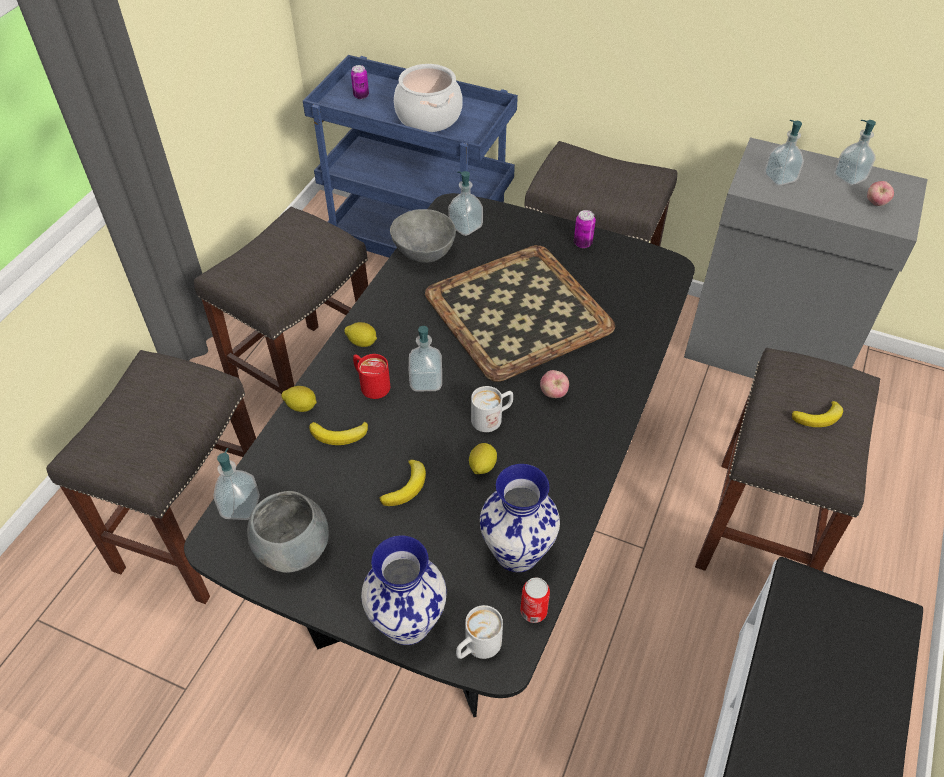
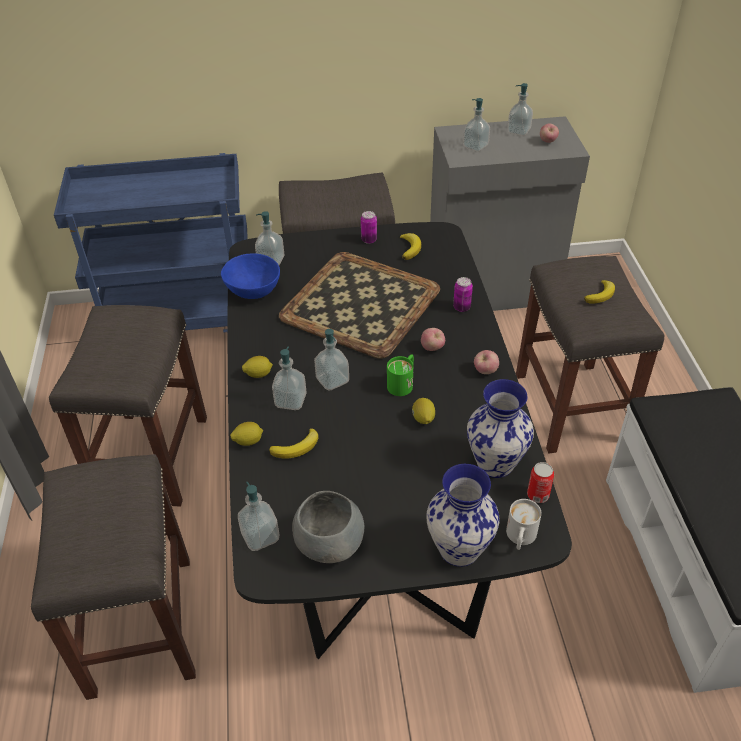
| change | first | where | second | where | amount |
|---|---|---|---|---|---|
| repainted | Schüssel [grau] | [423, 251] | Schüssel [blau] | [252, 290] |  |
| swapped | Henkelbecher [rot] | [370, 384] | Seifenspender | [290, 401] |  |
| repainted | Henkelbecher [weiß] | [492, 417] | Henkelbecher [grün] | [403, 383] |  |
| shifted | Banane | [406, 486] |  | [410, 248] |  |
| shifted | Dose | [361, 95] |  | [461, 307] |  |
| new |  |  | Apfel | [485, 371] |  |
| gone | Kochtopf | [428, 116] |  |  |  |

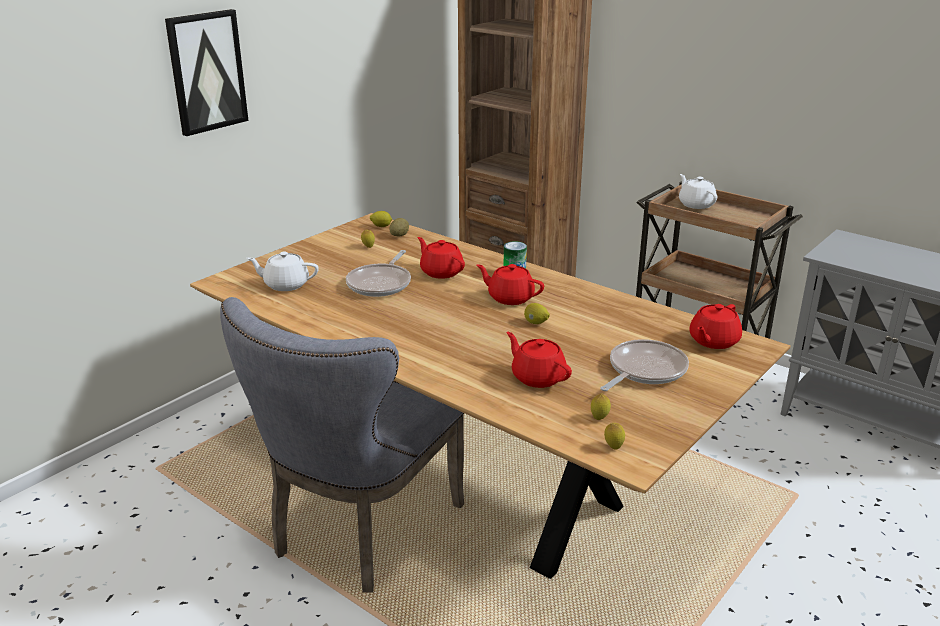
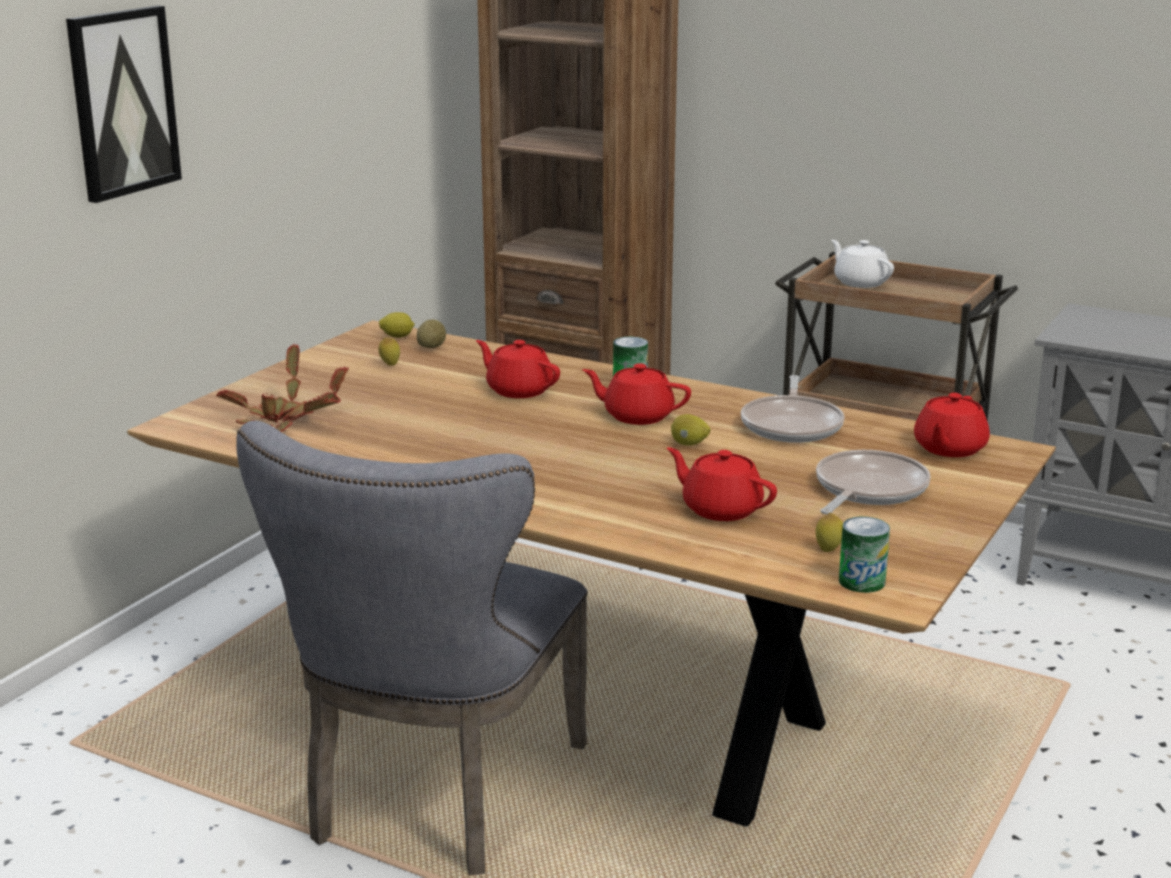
| change | first | where | second | where | amount |
|---|---|---|---|---|---|
| swapped | Teekanne [weiß] | [285, 284] | Topfpflanze | [284, 421] |  |
| shifted | Pfanne | [381, 283] |  | [792, 425] |  |
| swapped | Zitrone | [613, 447] | Dose | [862, 581] |  |

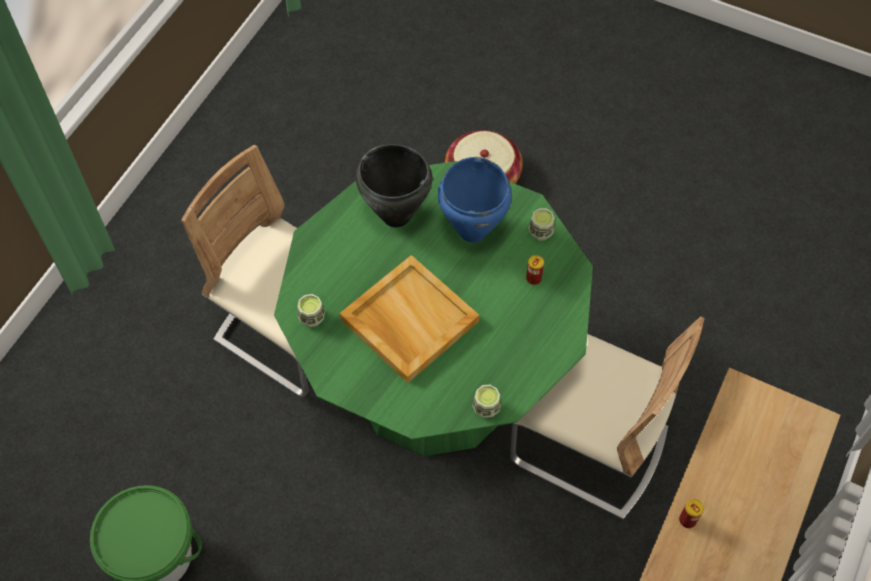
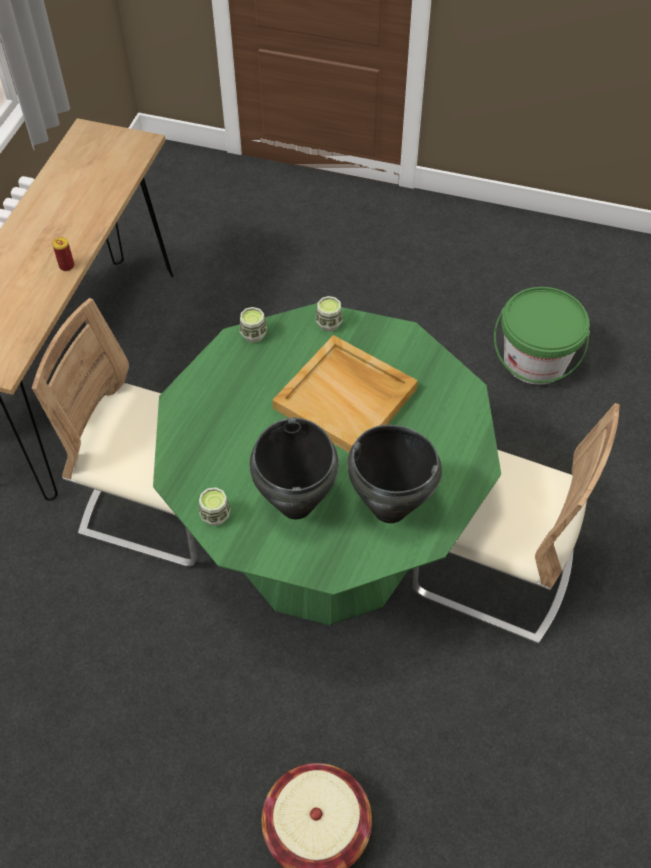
| change | first | where | second | where | amount |
|---|---|---|---|---|---|
| repainted | Kochtopf [blau] | [472, 231] | Kochtopf [schwarz] | [297, 504] |  |
| shifted | Tasse | [312, 318] |  | [329, 323] |  |
| gone | Dose | [533, 278] |  |  |  |

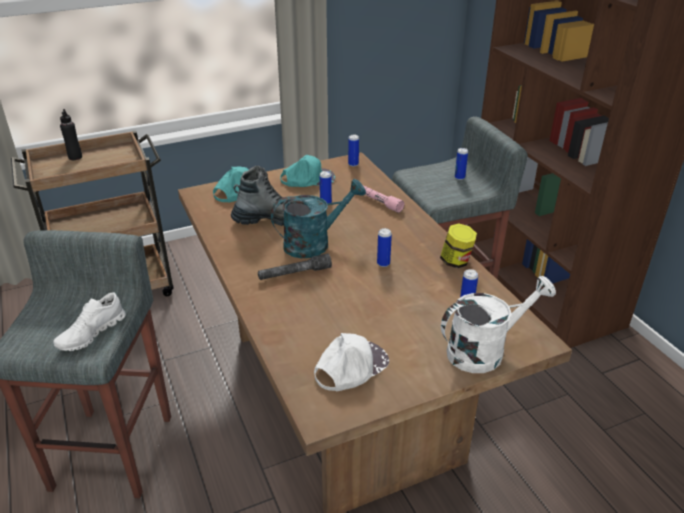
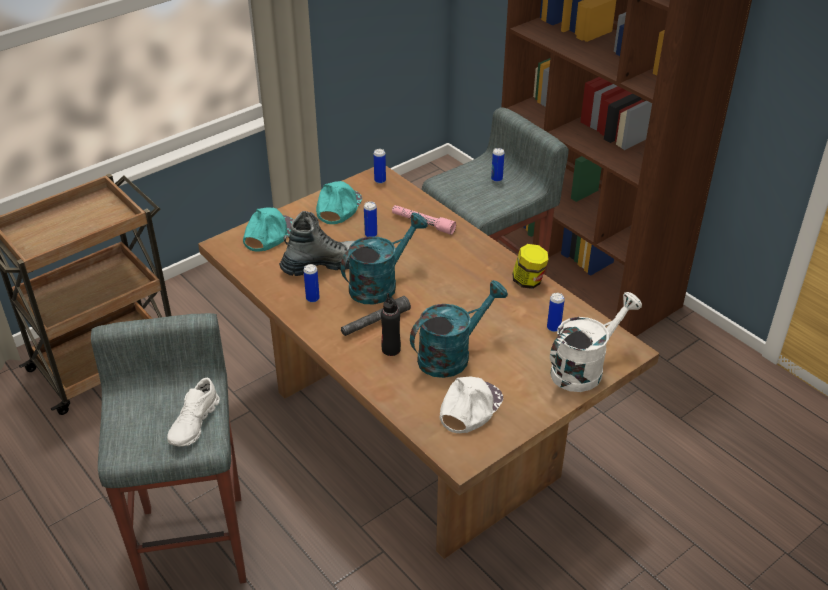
| change | first | where | second | where | amount |
|---|---|---|---|---|---|
| shifted | Dose | [383, 263] |  | [312, 298] |  |
| rotated | Kappe [türkis] | [307, 179] |  | [338, 207] | 45 degrees counterclockwise |
| shifted | Flasche [schwarz] | [75, 157] |  | [391, 349] |  |
| new |  |  | Gießkanne [türkis] | [451, 355] |  |

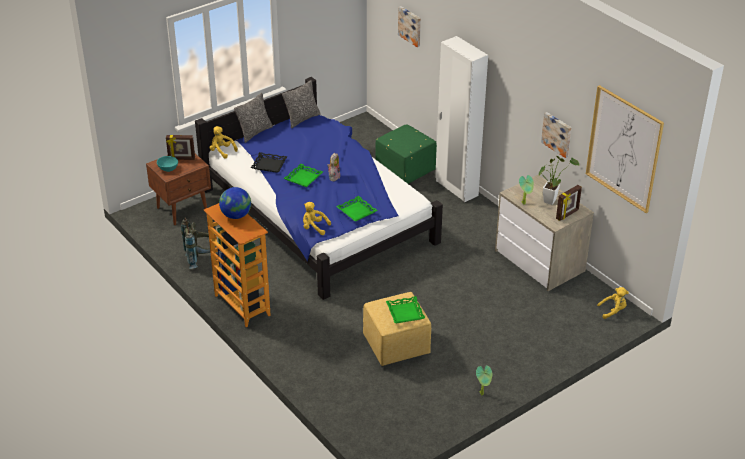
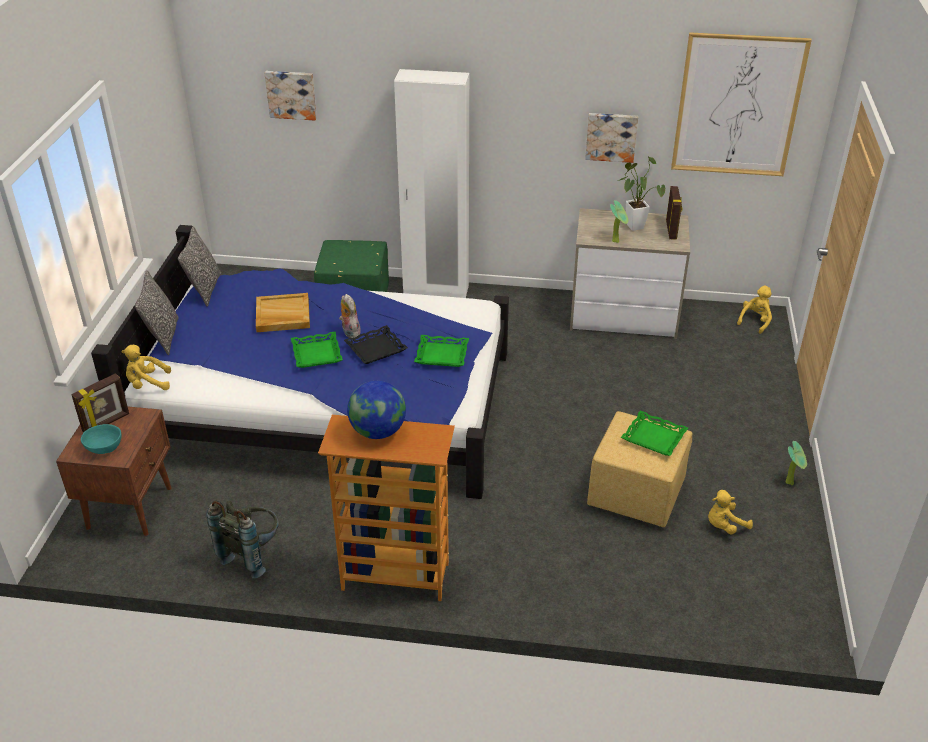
| change | first | where | second | where | amount |
|---|---|---|---|---|---|
| new |  |  | Tablett [beige] | [282, 315] |  |
| shifted | Tablett [schwarz] | [269, 165] |  | [375, 348] |  |
| shifted | Plüschtier [gelb] | [314, 228] |  | [724, 526] |  |

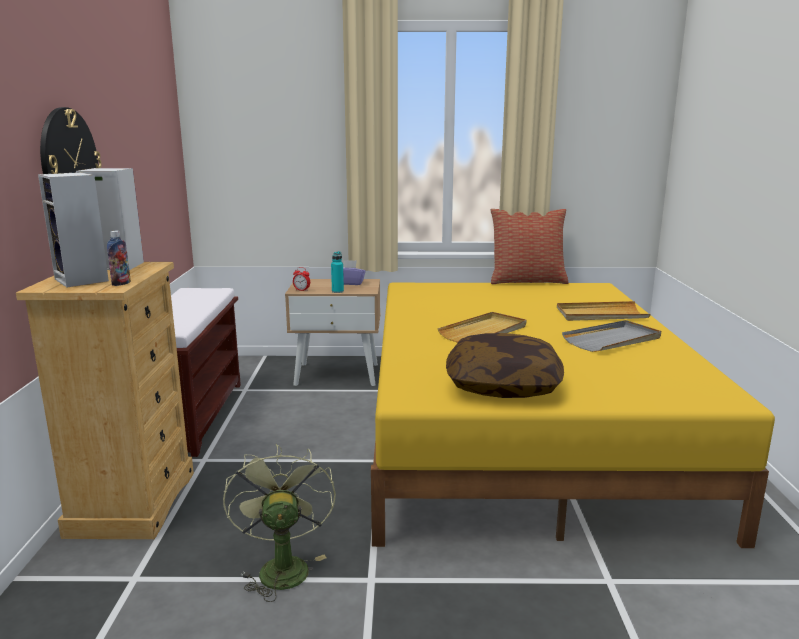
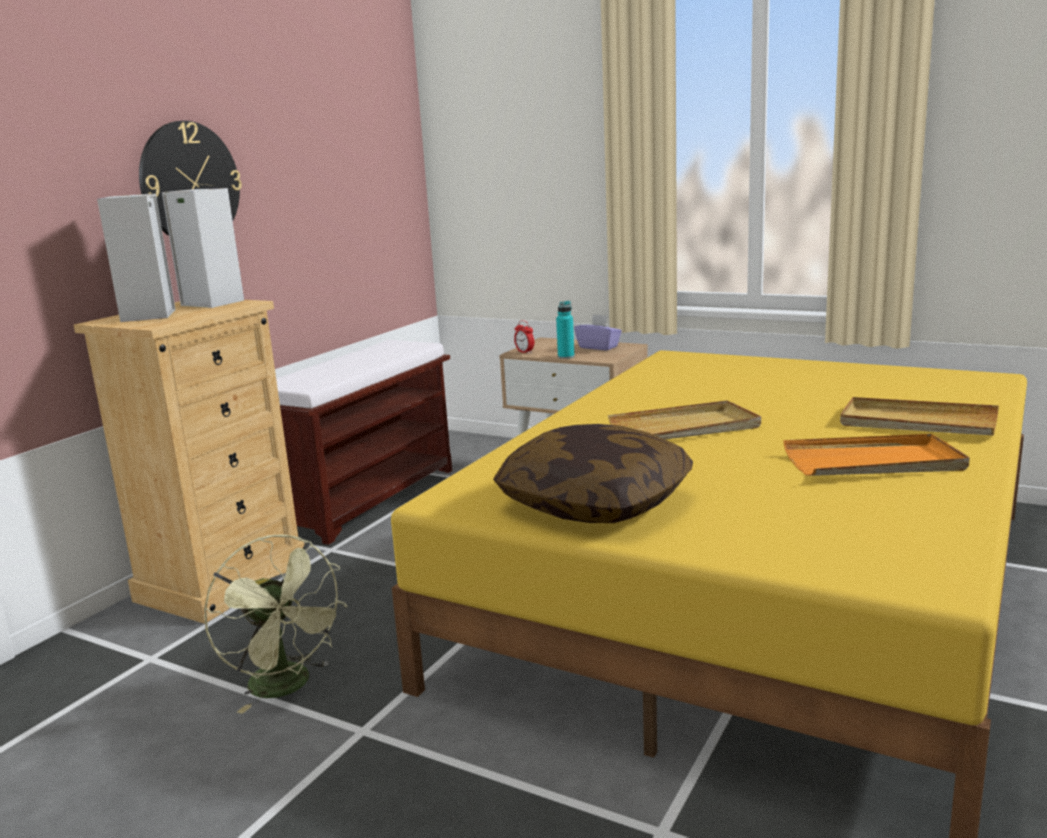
| change | first | where | second | where | amount |
|---|---|---|---|---|---|
| rotated | Ventilator [grün] | [281, 566] |  | [288, 687] | 120 degrees clockwise |
| repainted | Tablett [grau] | [612, 340] | Tablett [orange] | [874, 462] |  |
| gone | Flasche | [121, 283] |  |  |  |
| gone | Kissen | [527, 281] |  |  |  |

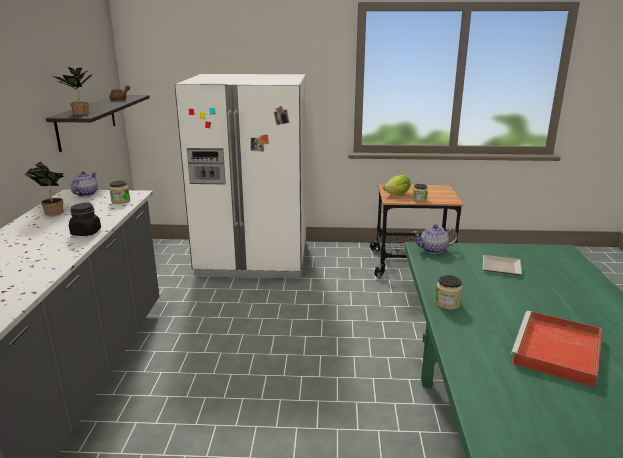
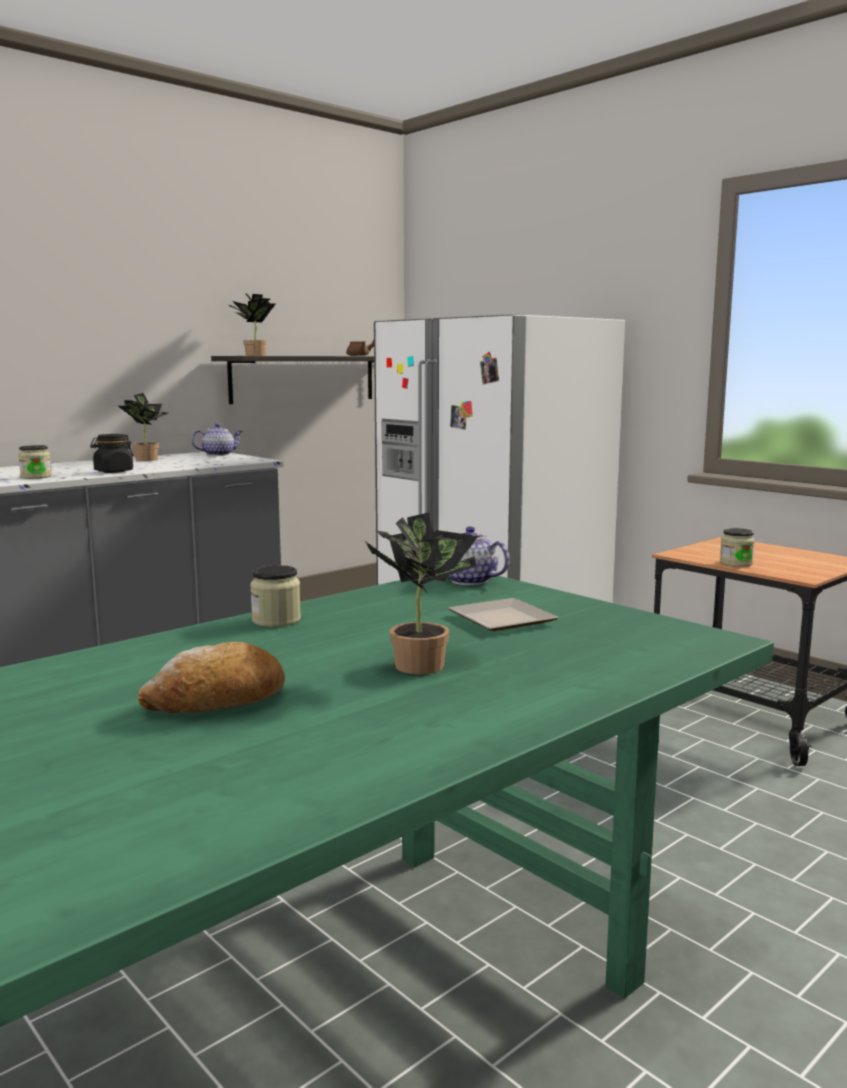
| change | first | where | second | where | amount |
|---|---|---|---|---|---|
| shifted | Vorratsglas | [120, 201] |  | [36, 477] |  |
| swapped | Tablett [rot] | [557, 352] | Brot | [217, 702] |  |
| new |  |  | Topfpflanze | [421, 663] |  |
| gone | Salatkopf | [397, 194] |  |  |  |

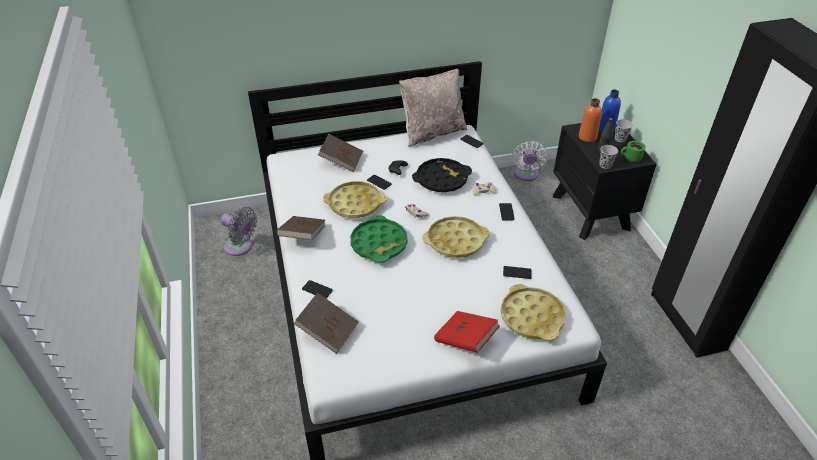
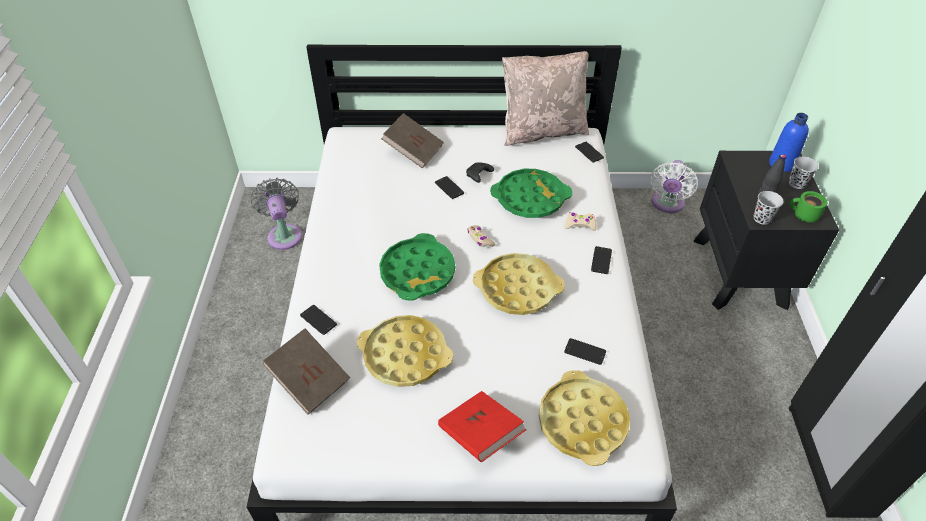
| change | first | where | second | where | amount |
|---|---|---|---|---|---|
| rotated | Ventilator [grau] | [241, 247] |  | [284, 234] | 150 degrees counterclockwise |
| shifted | Tablett [gelb] | [355, 204] |  | [405, 355] |  |
| repainted | Tablett [schwarz] | [441, 179] | Tablett [grün] | [530, 198] |  |
| gone | Buch [braun] | [302, 236] |  |  |  |
| gone | Flasche [orange] | [587, 137] |  |  |  |

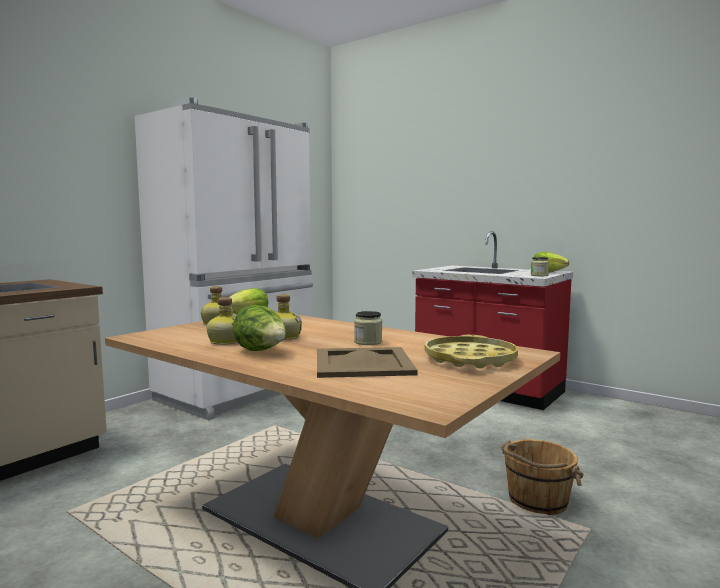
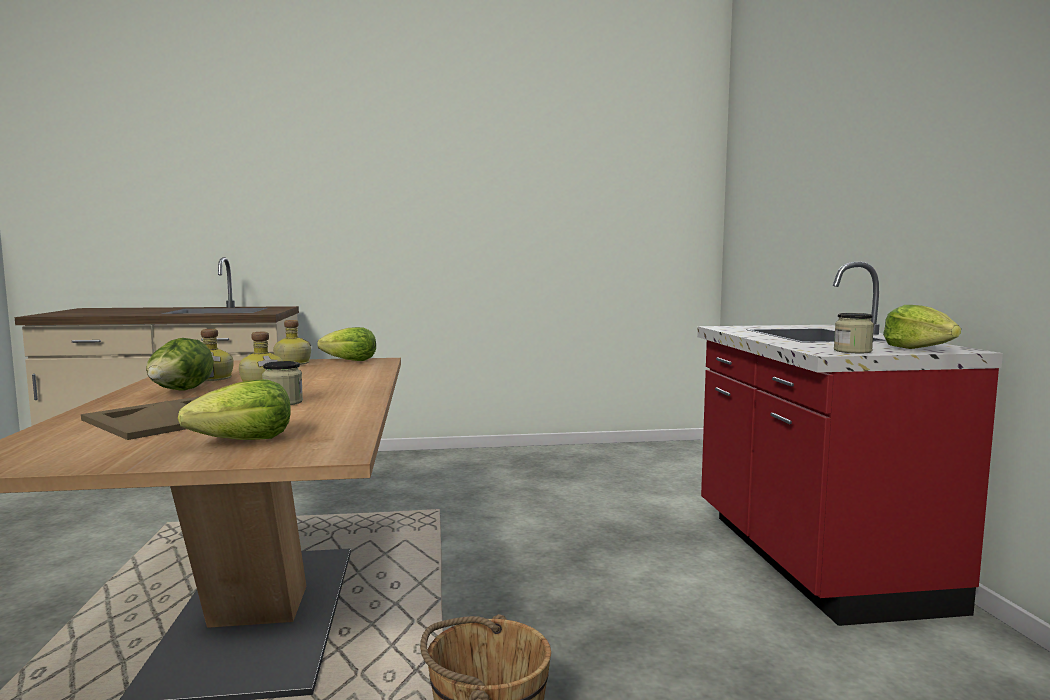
| change | first | where | second | where | amount |
|---|---|---|---|---|---|
| swapped | Tablett [gelb] | [470, 359] | Salatkopf | [244, 441] |  |
| gone | Kühlschrank [weiß] | [239, 392] |  |  |  |

